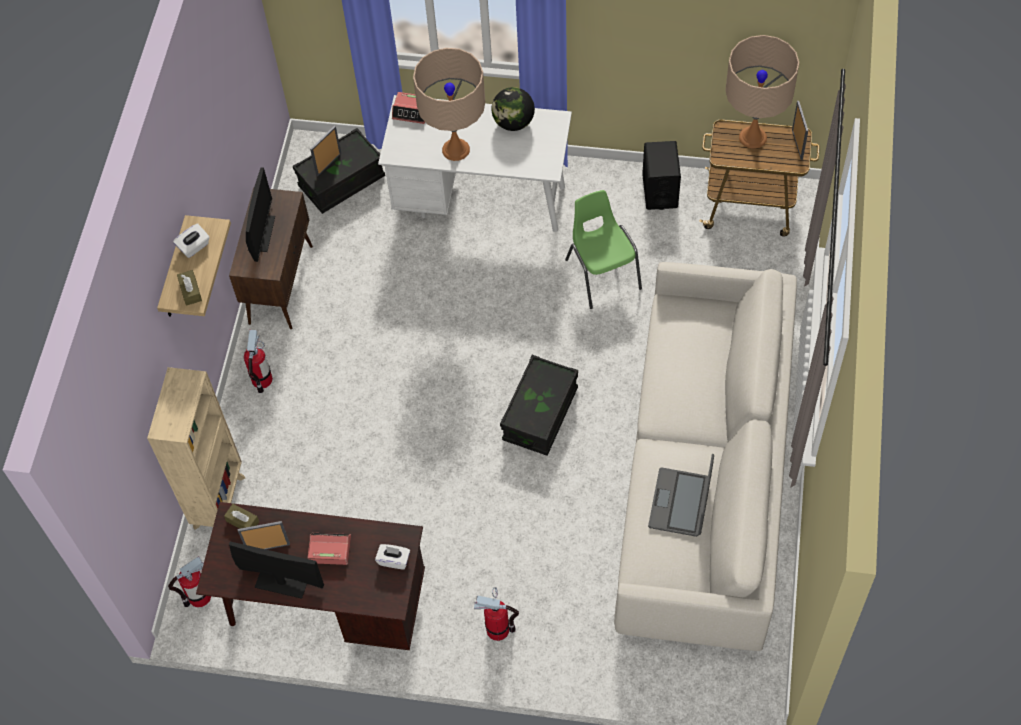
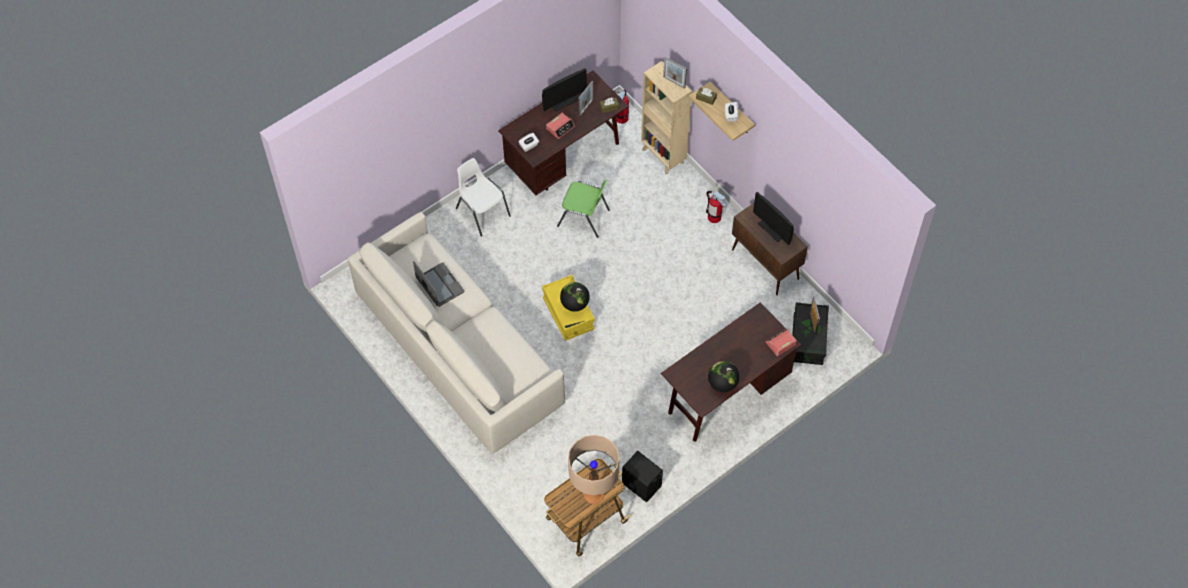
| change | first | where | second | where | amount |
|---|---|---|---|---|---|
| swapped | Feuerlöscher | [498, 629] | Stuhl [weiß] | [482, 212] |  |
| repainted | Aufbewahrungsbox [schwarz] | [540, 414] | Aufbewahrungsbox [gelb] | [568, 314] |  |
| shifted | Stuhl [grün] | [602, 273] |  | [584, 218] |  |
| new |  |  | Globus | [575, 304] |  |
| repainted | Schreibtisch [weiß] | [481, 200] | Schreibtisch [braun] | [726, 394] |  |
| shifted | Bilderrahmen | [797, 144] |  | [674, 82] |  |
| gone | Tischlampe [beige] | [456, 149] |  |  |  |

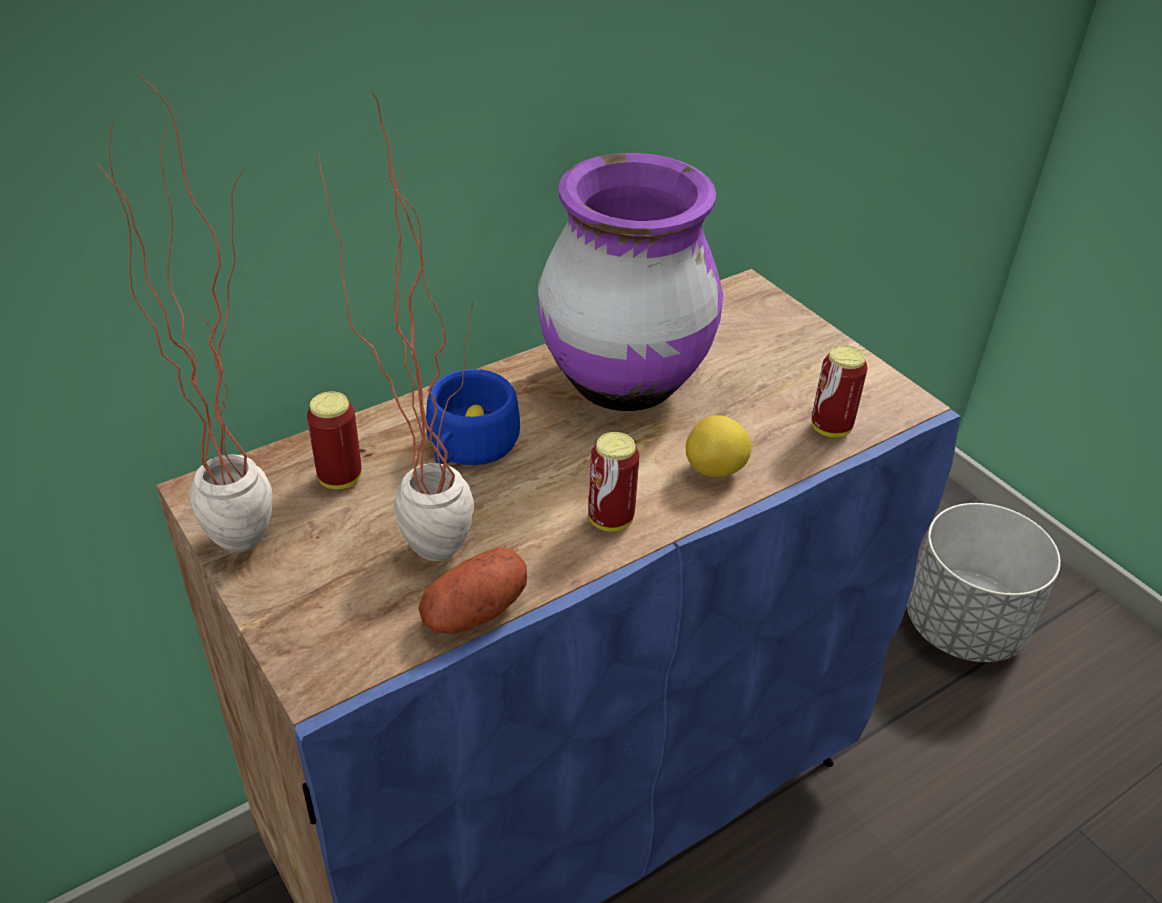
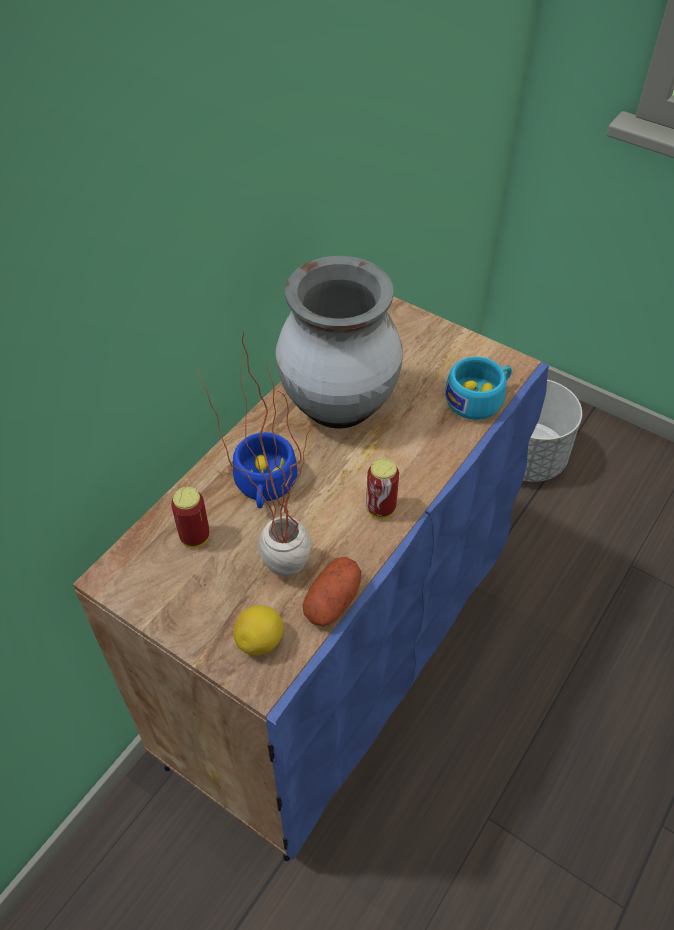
| change | first | where | second | where | amount |
|---|---|---|---|---|---|
| shifted | Zitrone | [715, 470] |  | [260, 641] |  |
| repainted | Vase [lila] | [623, 383] | Vase [grau] | [338, 405] |  |
| swapped | Dose | [831, 428] | Tasse [türkis] | [479, 398] |  |
| gone | Topfpflanze | [253, 525] |  |  |  |

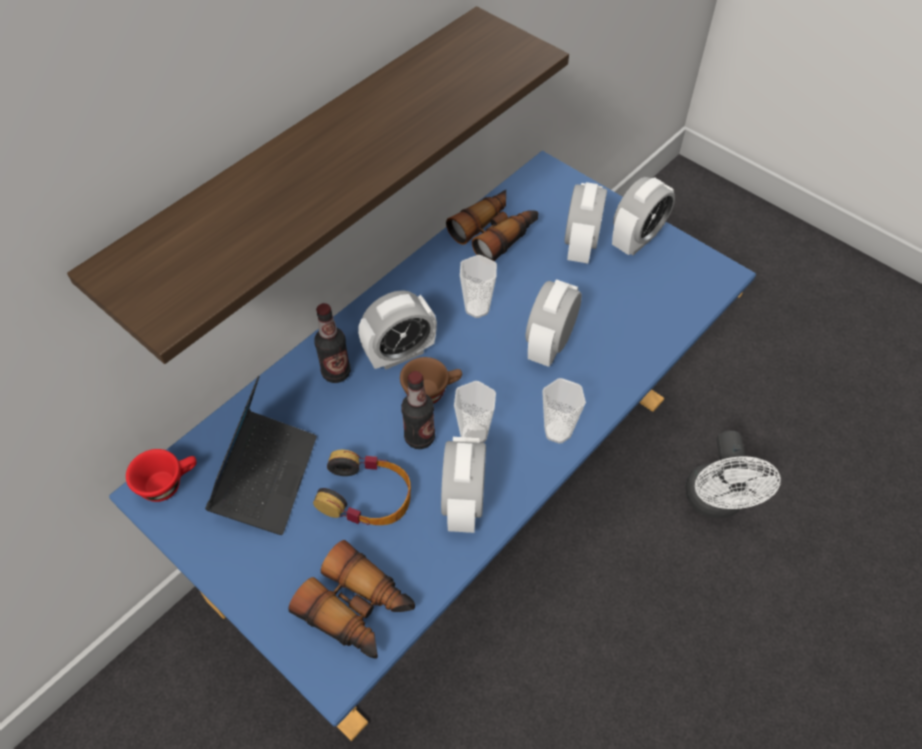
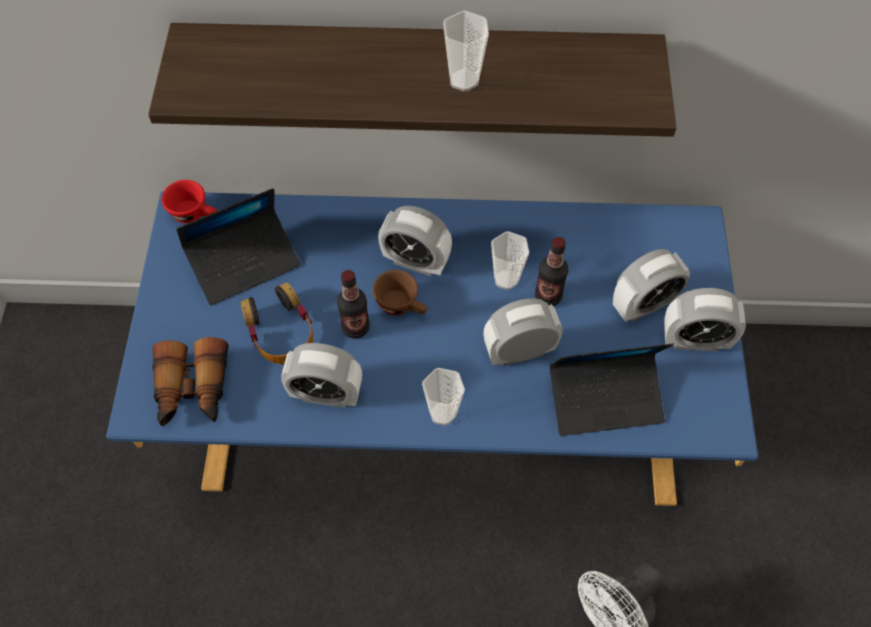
| change | first | where | second | where | amount |
|---|---|---|---|---|---|
| rotated | Wecker | [463, 503] |  | [326, 394] | 135 degrees counterclockwise |
| shifted | Tasse | [474, 434] |  | [463, 80] |  |
| shifted | Flasche | [336, 372] |  | [548, 296] |  |
| new |  |  | Laptop | [605, 399] |  |
| gone | Fernglas | [495, 232] |  |  |  |

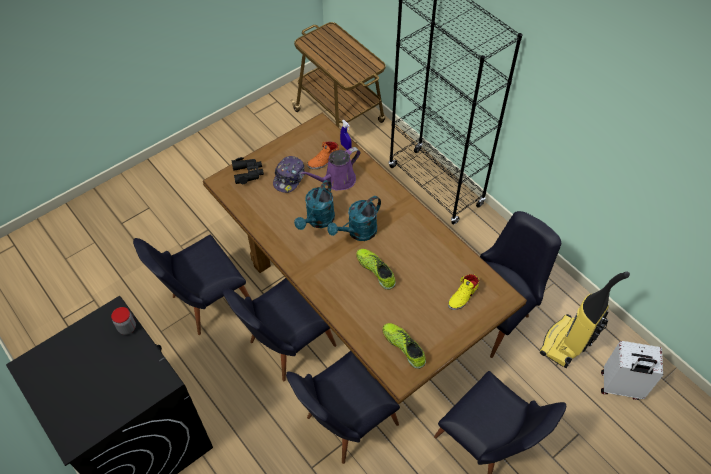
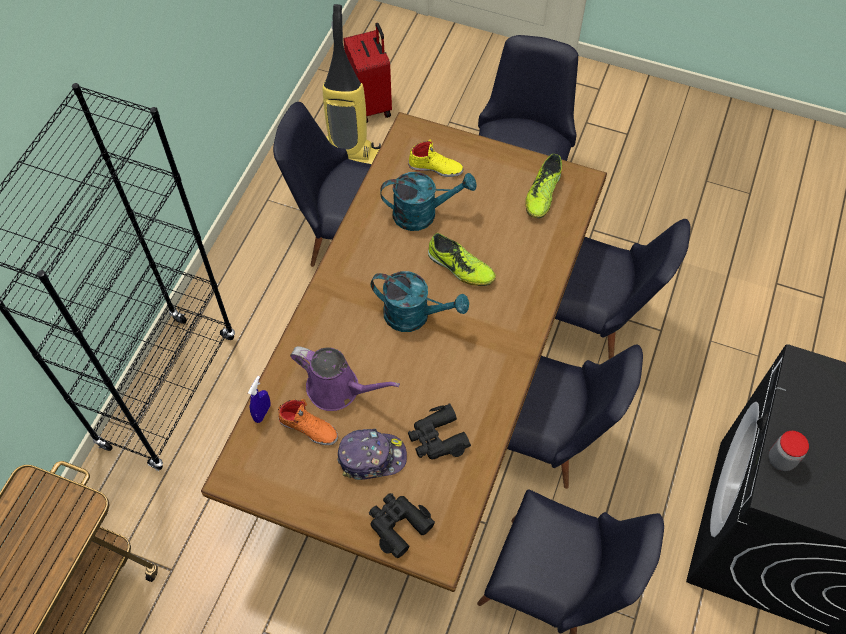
| change | first | where | second | where | amount |
|---|---|---|---|---|---|
| repainted | Koffer [weiß] | [620, 387] | Koffer [rot] | [371, 104] |  |
| shifted | Gießkanne [türkis] | [318, 221] |  | [423, 213] |  |
| new |  |  | Fernglas [schwarz] | [437, 438] |  |
| rotated | Schuh | [376, 270] |  | [460, 268] | 75 degrees counterclockwise |

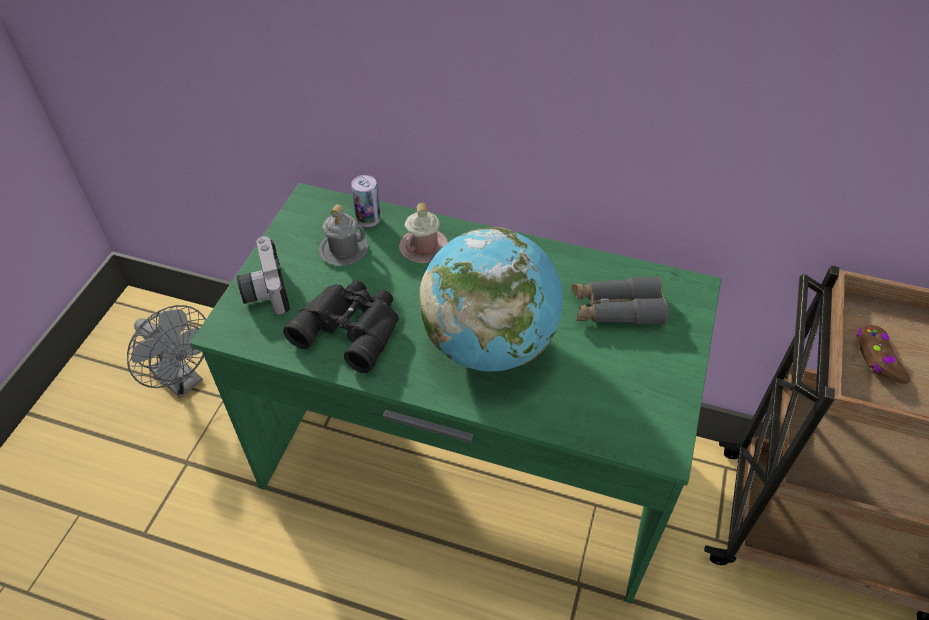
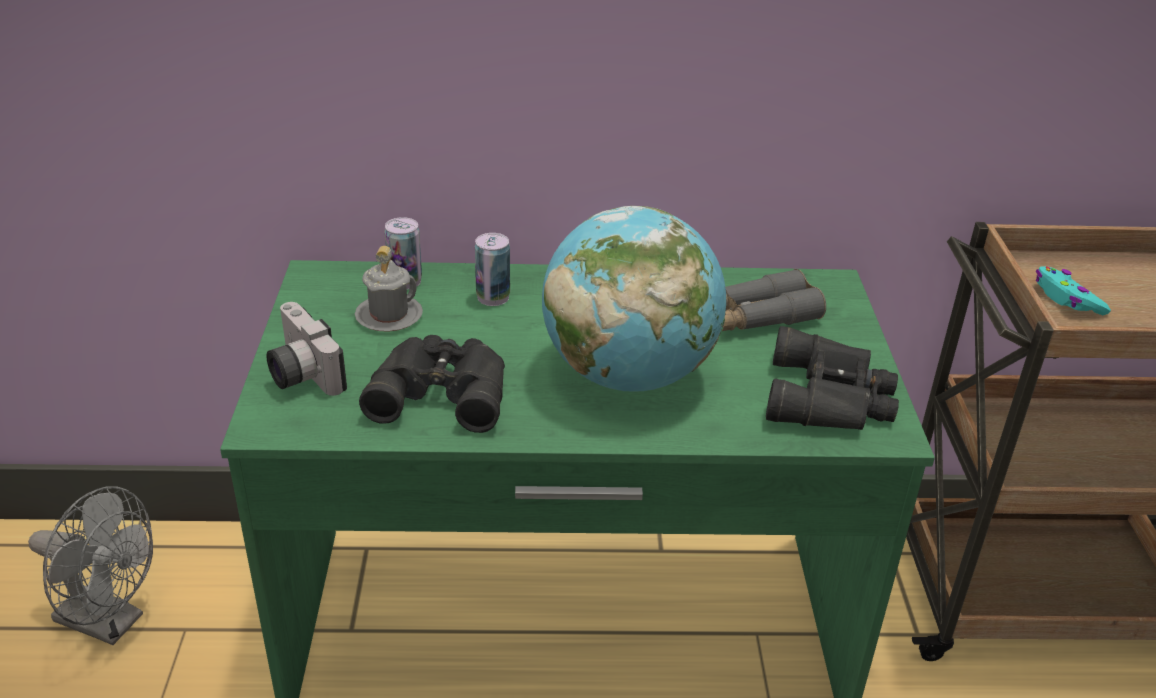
| change | first | where | second | where | amount |
|---|---|---|---|---|---|
| swapped | Henkelbecher [rosa] | [423, 247] | Dose | [493, 297] |  |
| new |  |  | Fernglas [schwarz] | [831, 397] |  |
| repainted | Gamepad [braun] | [878, 358] | Gamepad [türkis] | [1066, 299] |  |

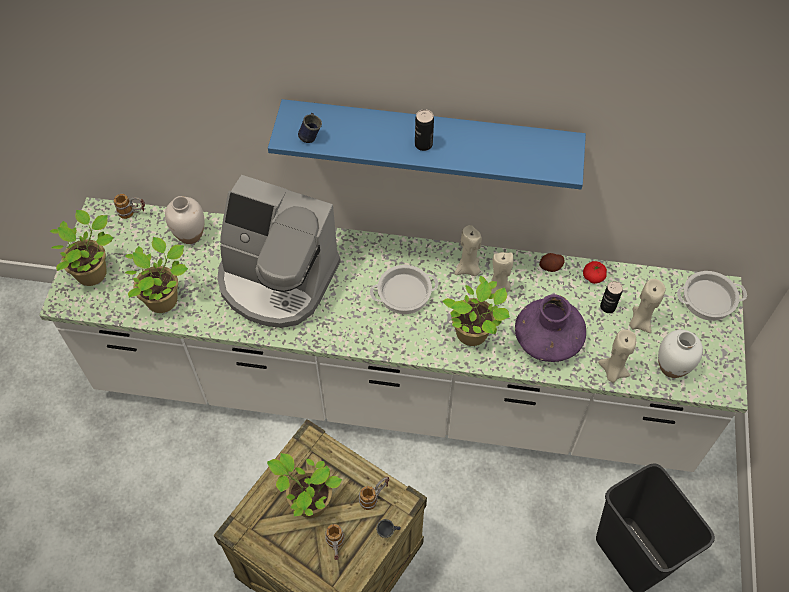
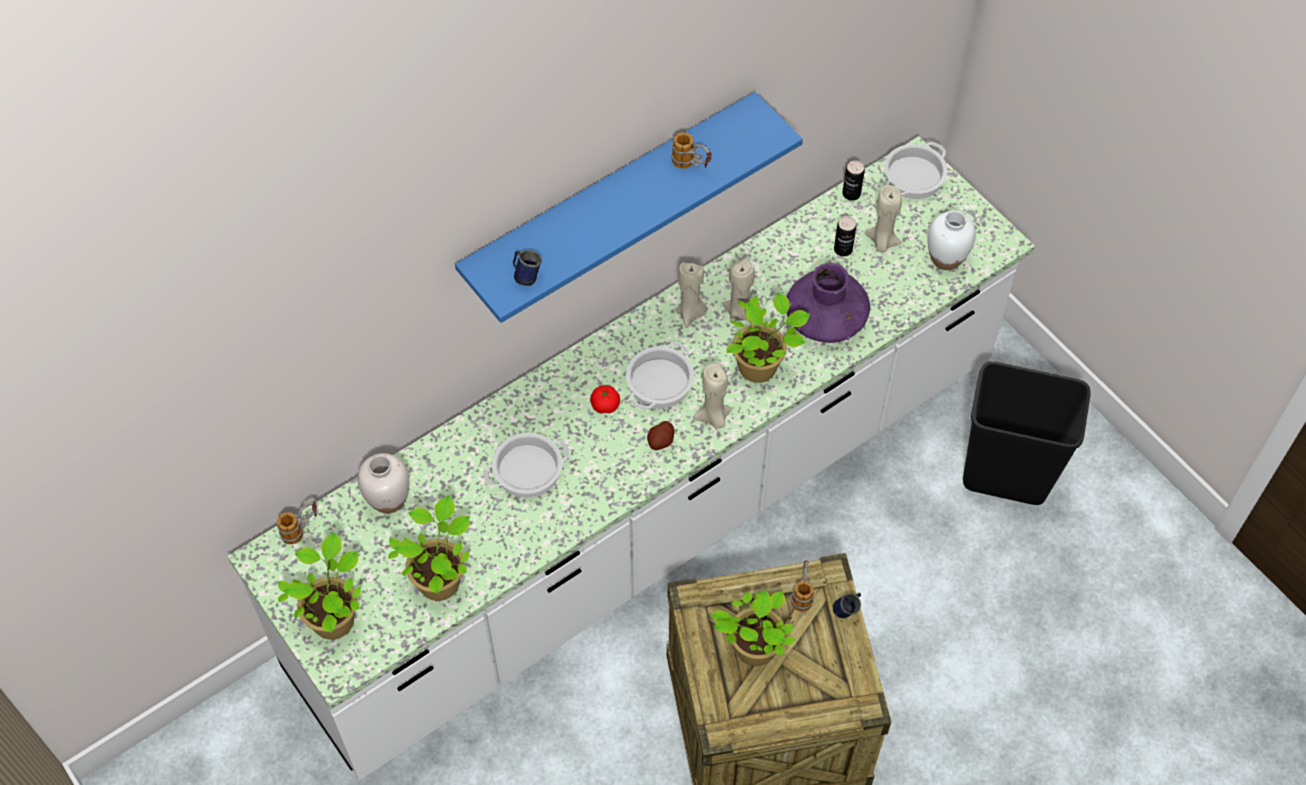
| change | first | where | second | where | amount |
|---|---|---|---|---|---|
| swapped | Kaffeemaschine | [277, 280] | Kochtopf | [528, 469] |  |
| shifted | Tomate | [593, 277] |  | [605, 405] |  |
| shifted | Kartoffel | [550, 267] |  | [661, 441] |  |
| shifted | Henkelbecher | [336, 548] |  | [691, 165] |  |
| shifted | Kerze [beige] | [612, 372] |  | [713, 417] |  |
| shifted | Dose | [423, 144] |  | [851, 194] |  |

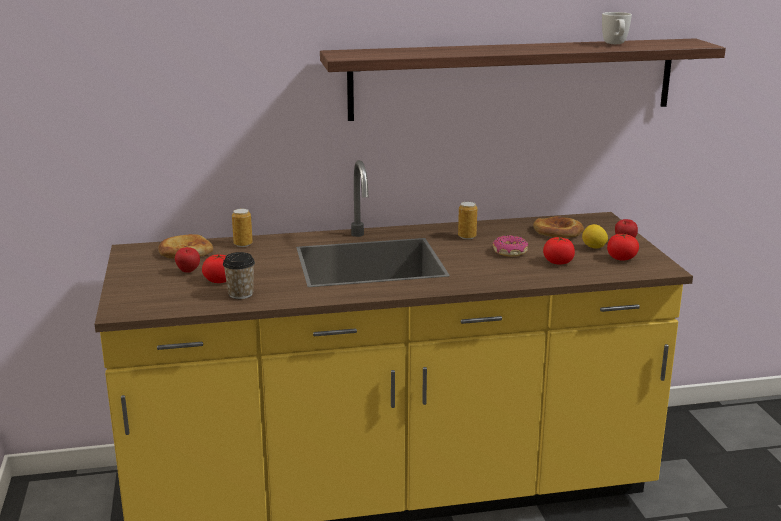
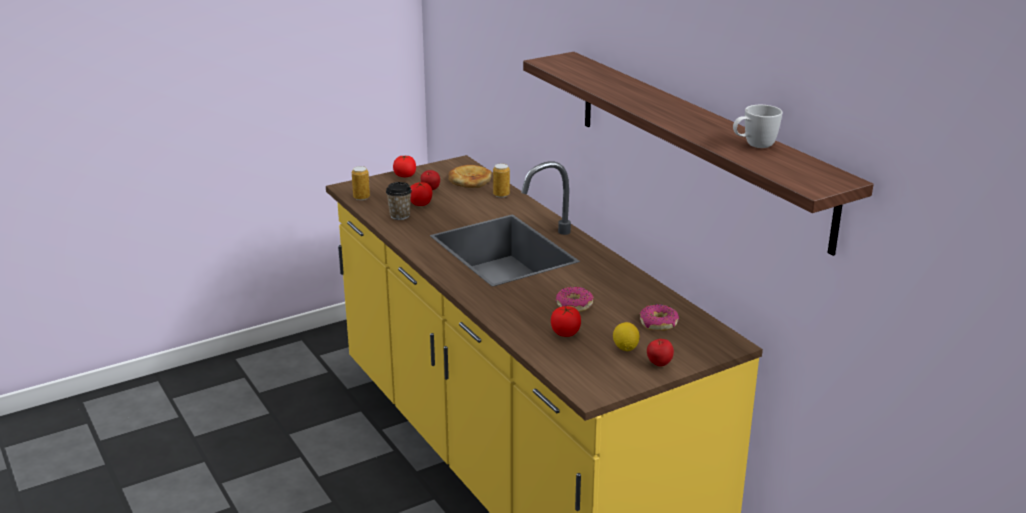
| change | first | where | second | where | amount |
|---|---|---|---|---|---|
| shifted | Dose | [467, 237] |  | [361, 197] |  |
| shifted | Tomate | [621, 258] |  | [405, 176] |  |
| swapped | Brot | [558, 231] | Donut | [658, 323] |  |

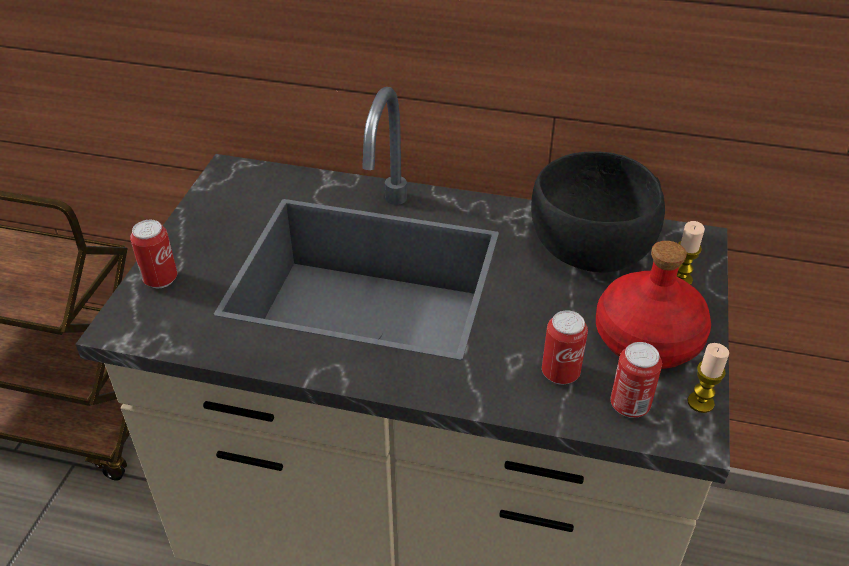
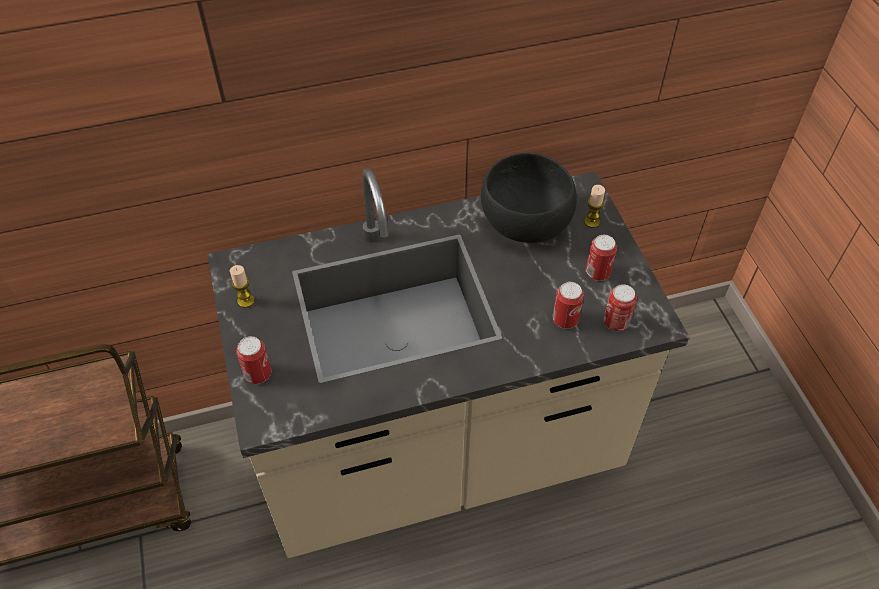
| change | first | where | second | where | amount |
|---|---|---|---|---|---|
| shifted | Kerze | [700, 402] |  | [246, 301] |  |
| swapped | Flasche [rot] | [646, 338] | Dose | [597, 273] |  |

